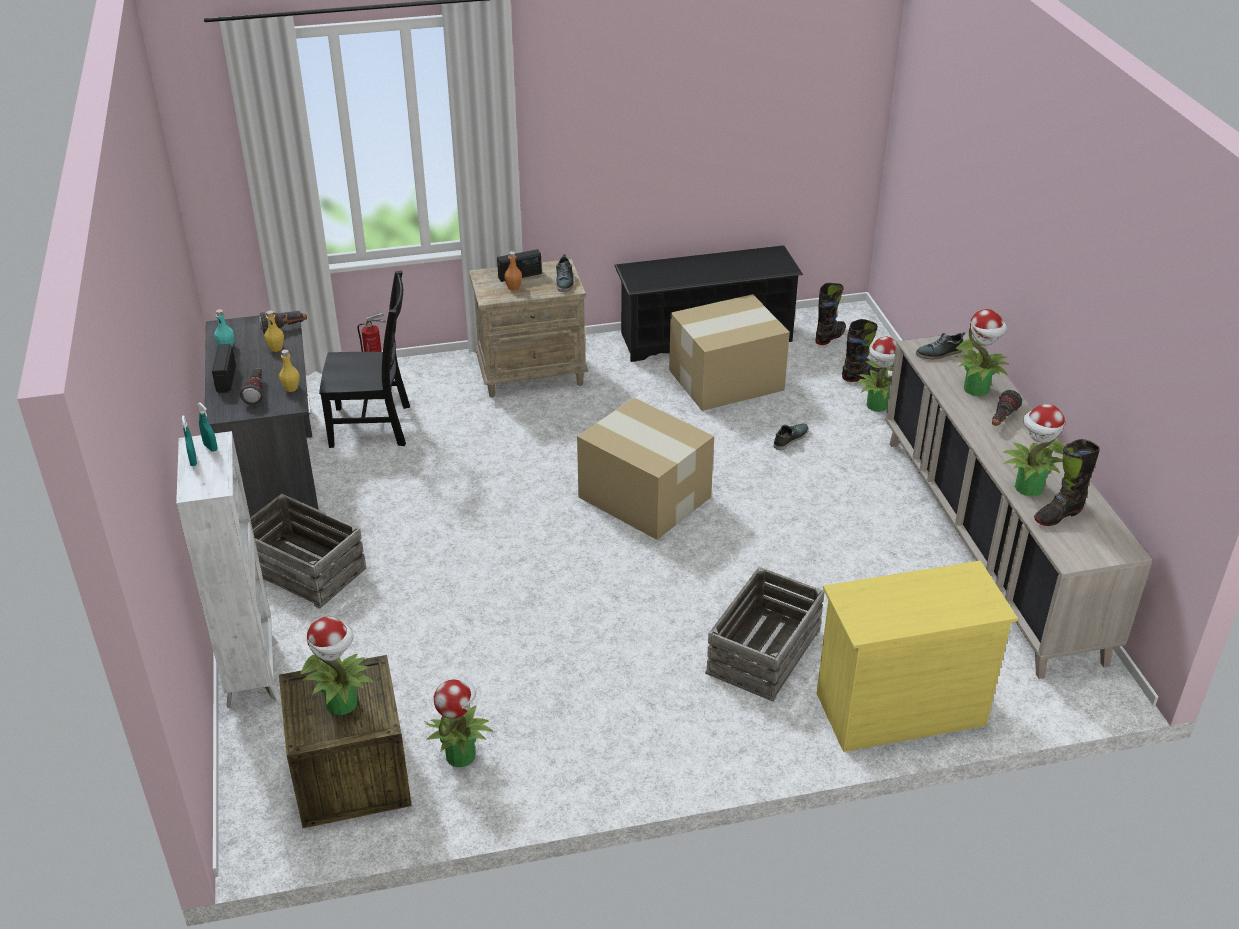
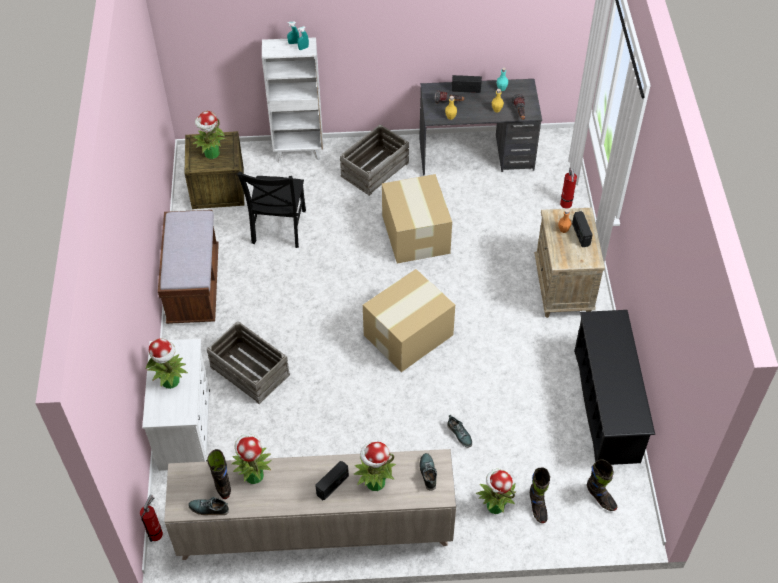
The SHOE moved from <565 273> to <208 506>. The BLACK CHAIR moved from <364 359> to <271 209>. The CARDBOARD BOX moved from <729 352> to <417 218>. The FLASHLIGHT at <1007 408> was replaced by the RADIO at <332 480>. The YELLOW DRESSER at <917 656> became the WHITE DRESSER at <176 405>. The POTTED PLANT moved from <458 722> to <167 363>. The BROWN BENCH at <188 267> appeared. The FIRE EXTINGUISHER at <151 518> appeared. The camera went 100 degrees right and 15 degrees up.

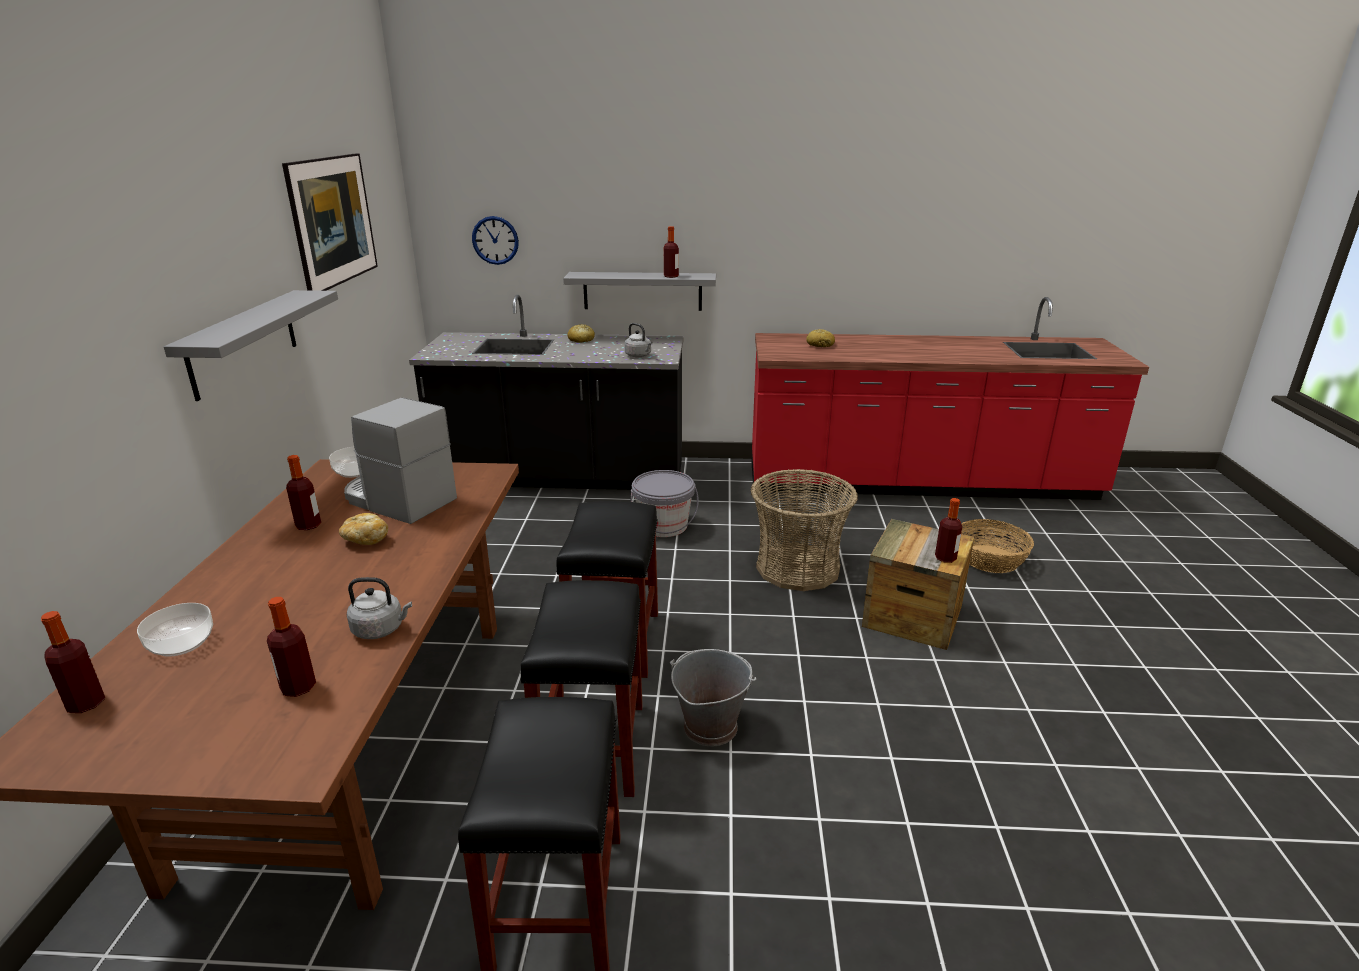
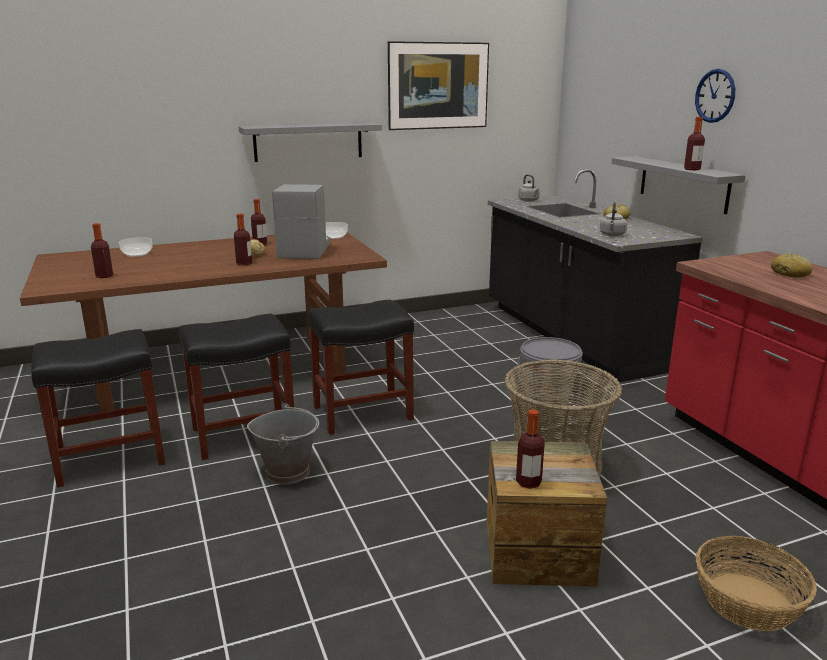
The WALL CLOCK moved from <495 240> to <715 96>. The GREY KETTLE moved from <379 608> to <529 188>. The BOTTLE moved from <73 662> to <243 240>. The camera went 65 degrees right and 5 degrees down.

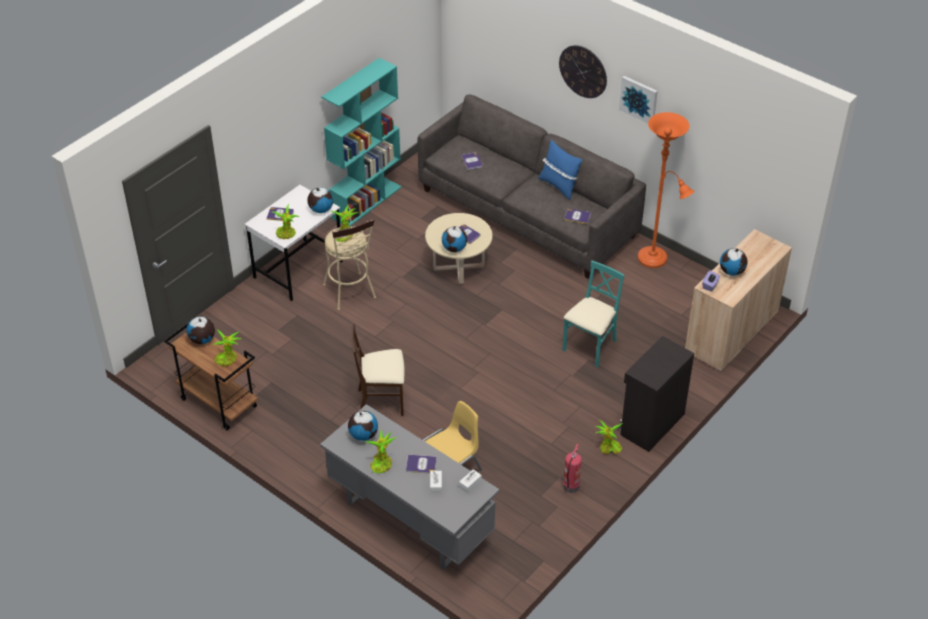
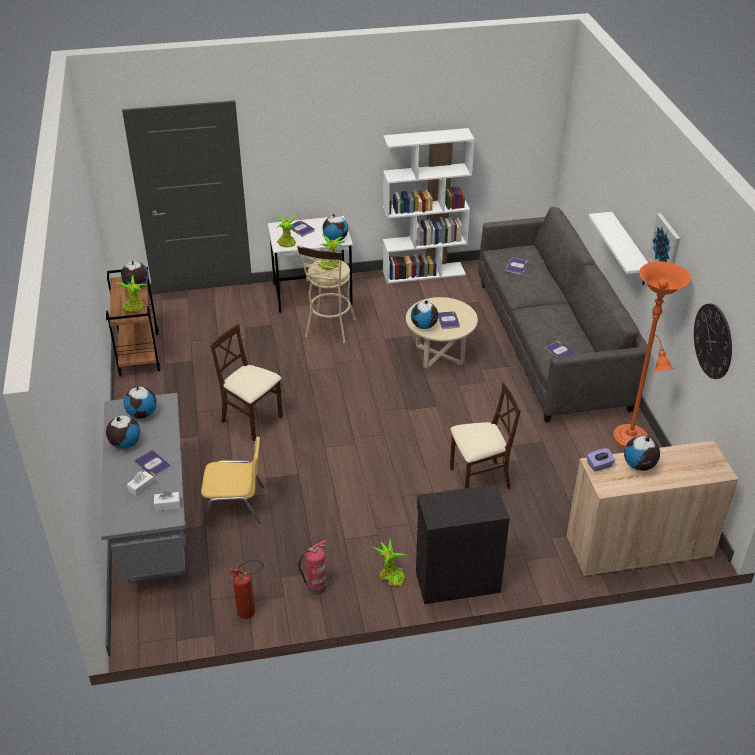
The WALL CLOCK moved from <583 71> to <713 341>. The TURQUOISE BOOKCASE at <361 142> became the WHITE BOOKCASE at <429 206>. The BLUE PILLOW at <560 169> disappeared. The TURQUOISE CHAIR at <593 314> became the BEIGE CHAIR at <485 435>. The POTTED PLANT at <380 451> was replaced by the GLOBE at <123 432>. The WHITE SHELF at <618 248> appeared. The FIRE EXTINGUISHER at <246 589> appeared. The camera went 40 degrees right and 5 degrees down.

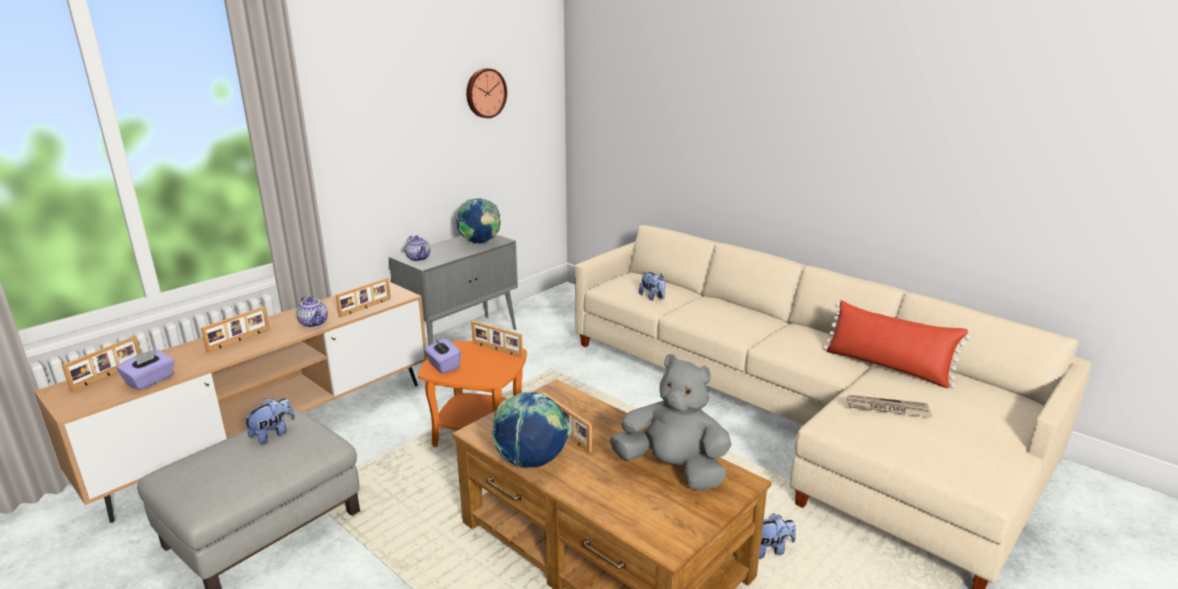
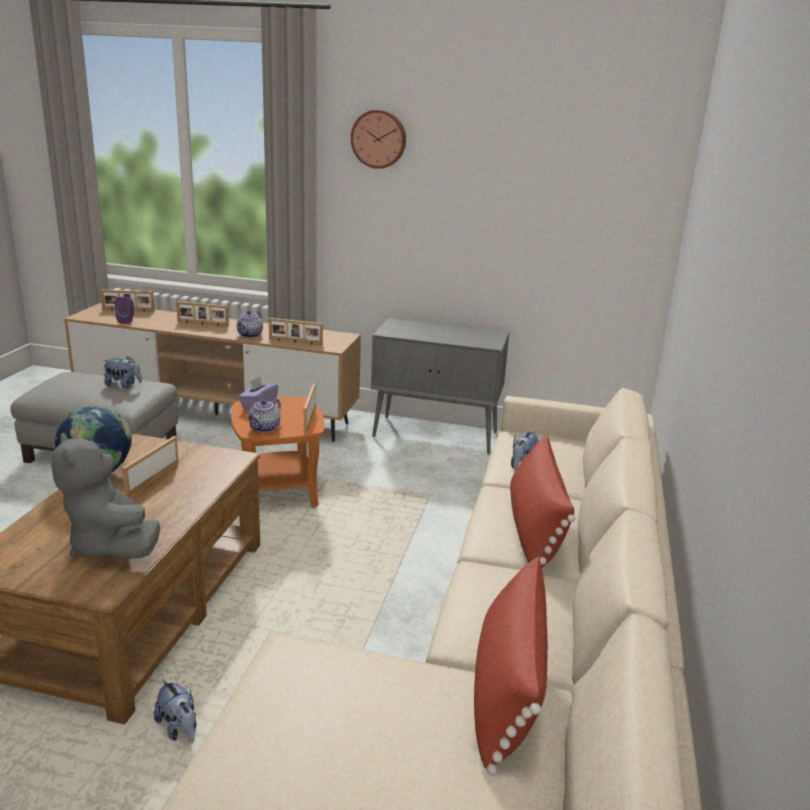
The WALL CLOCK moved from <486 93> to <378 139>. The GLOBE at <478 221> disappeared. The TEAPOT moved from <417 248> to <263 415>. The PURPLE TISSUE BOX at <146 369> was replaced by the PURPLE SPEAKER at <124 310>. The GREY PLUSH TOY at <671 422> turned 150 degrees clockwise. The NEWSPAPER at <889 406> disappeared. The RED PILLOW at <542 503> appeared. The camera went 60 degrees right and 0 degrees up.

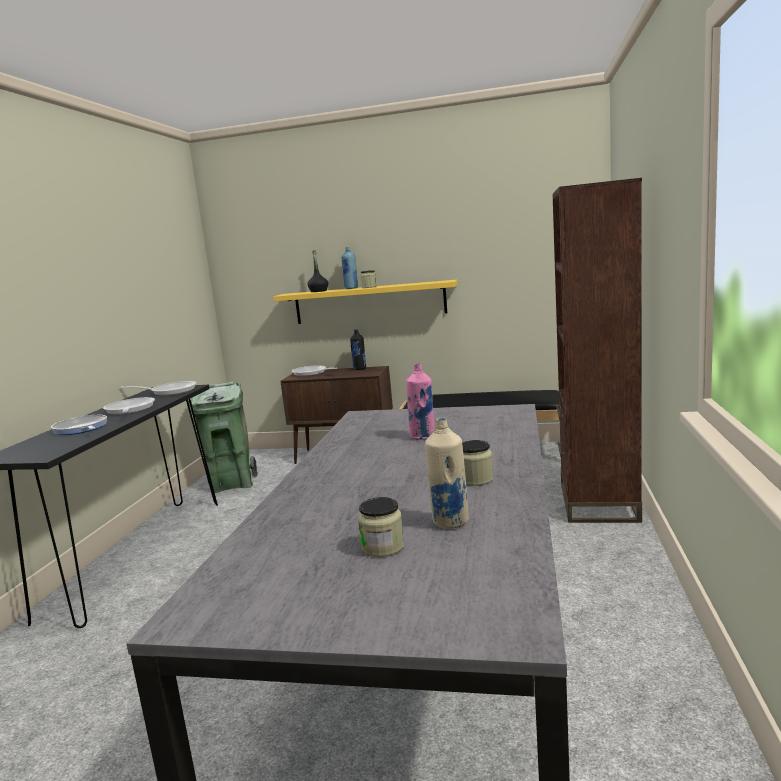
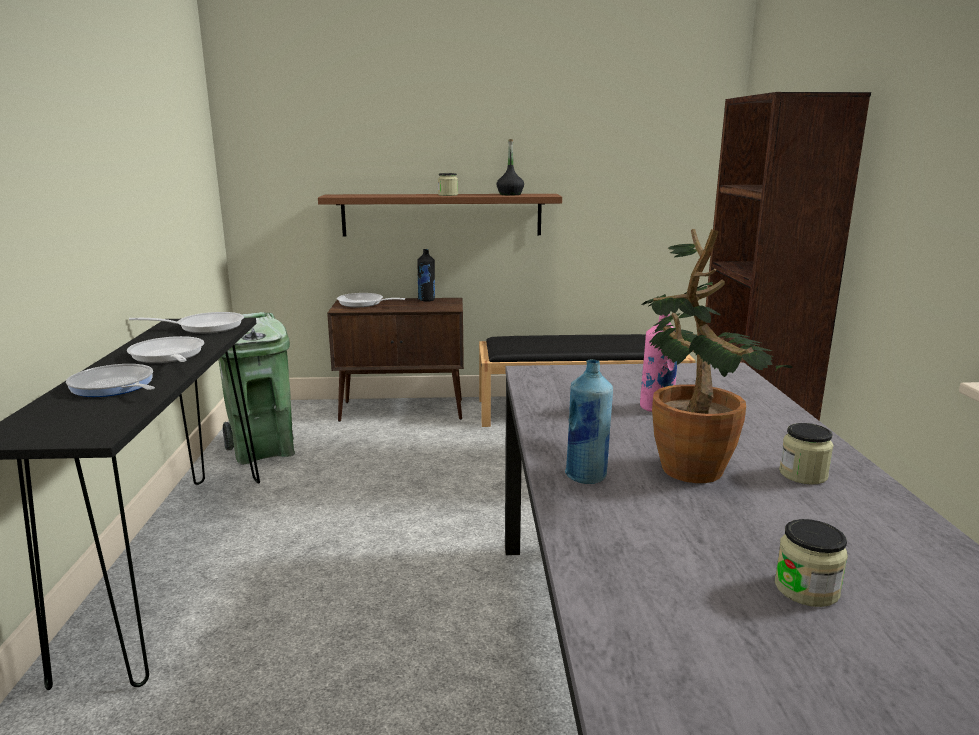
The BLUE BOTTLE moved from <350 268> to <589 421>. The BLACK BOTTLE moved from <317 271> to <510 167>. The YELLOW SHELF at <365 302> became the BROWN SHELF at <440 215>. The BEIGE BOTTLE at <447 473> disappeared. The POTTED PLANT at <716 356> appeared. The camera went 15 degrees left and 5 degrees up.

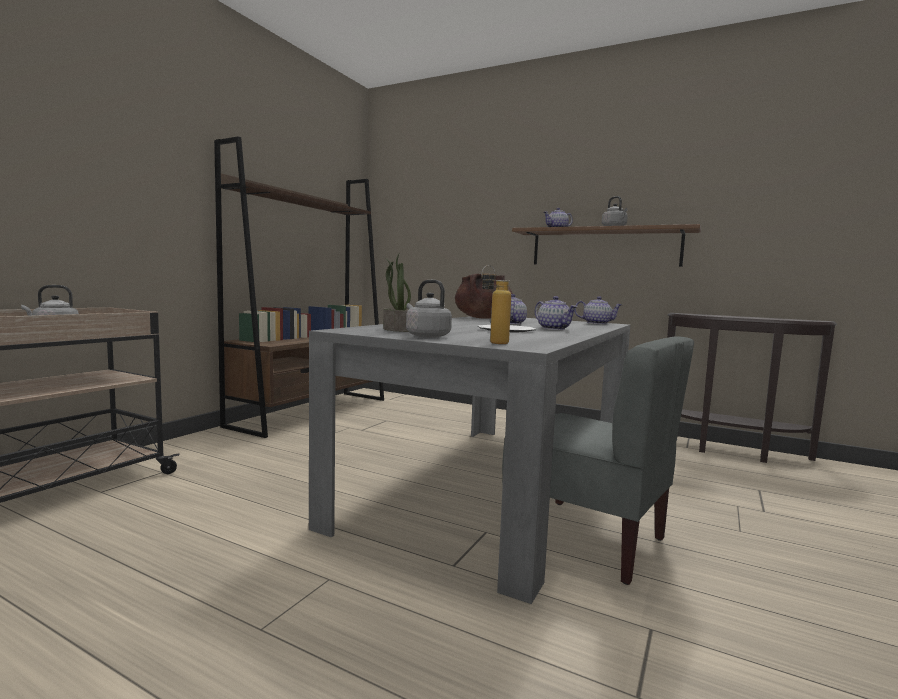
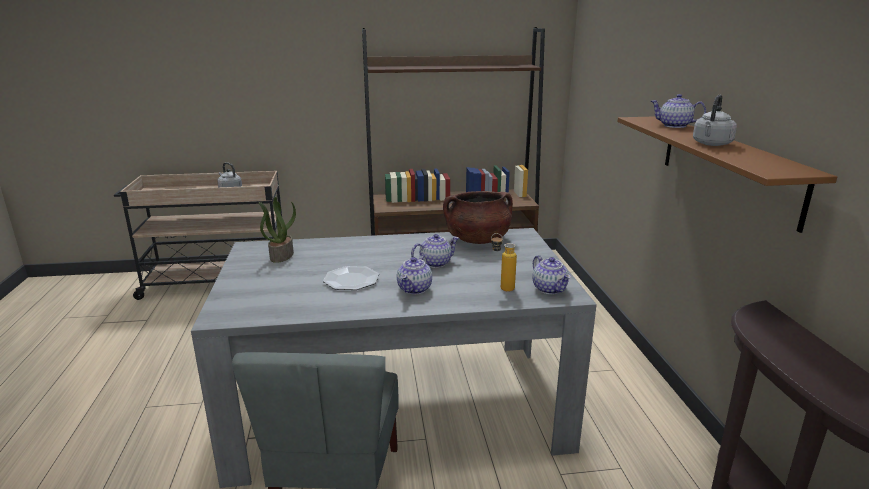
The BOTTLE moved from <496 304> to <504 262>. The GREY KETTLE at <429 309> disappeared. The camera went 55 degrees right and 15 degrees up.

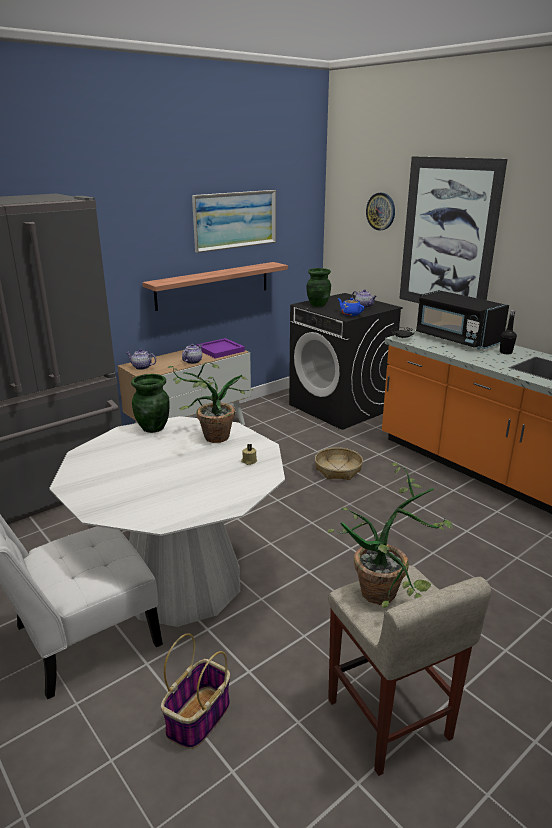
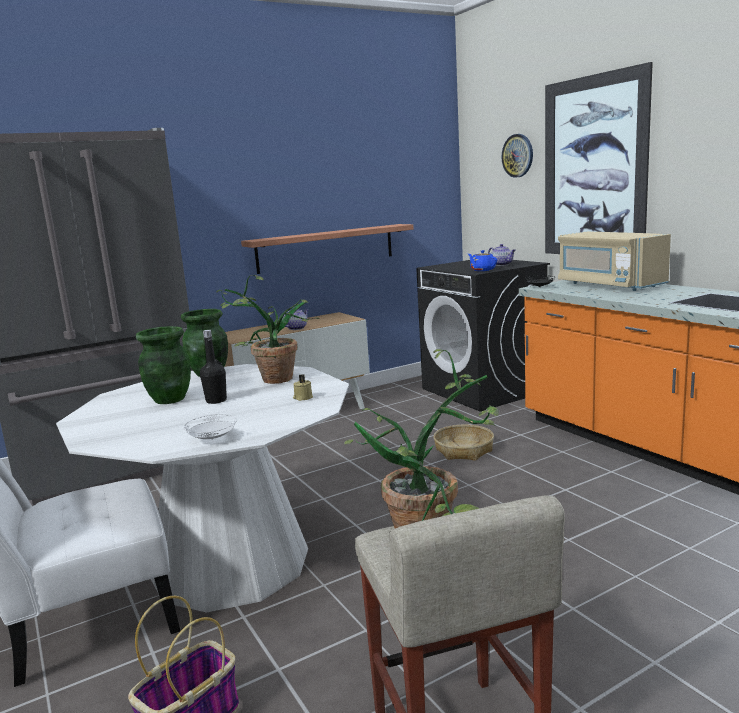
The PICTURE at <234 221> disappeared. The GREEN VASE moved from <319 287> to <163 365>. The BLACK MICROWAVE at <462 319> became the BEIGE MICROWAVE at <614 261>. The BLACK BOTTLE moved from <508 332> to <213 367>. The PURPLE TRAY at <220 348> disappeared. The TEAPOT at <141 359> disappeared. The WHITE PLATE at <210 427> appeared. The camera went 10 degrees right and 10 degrees down.

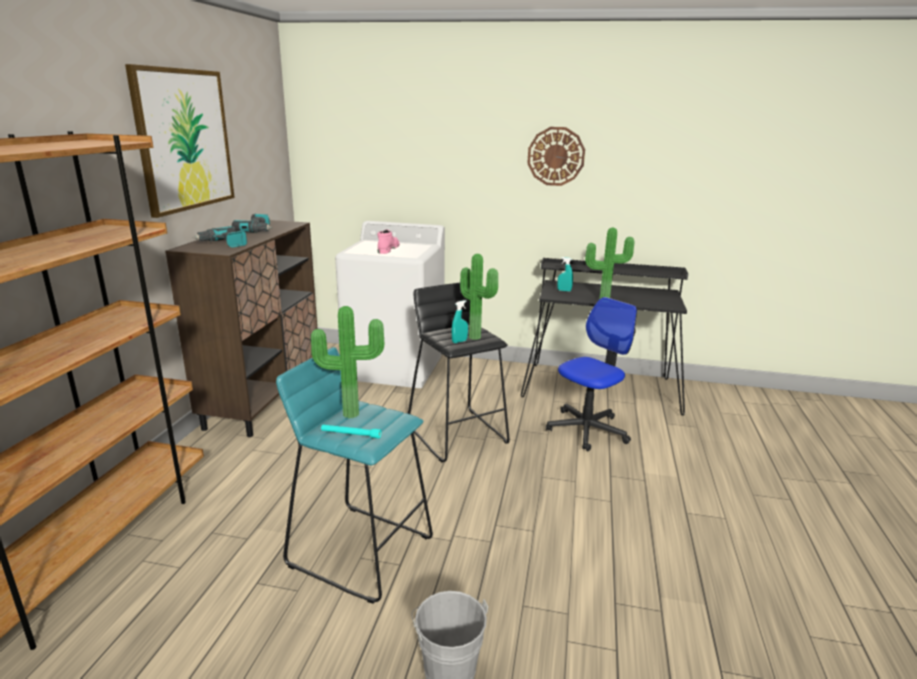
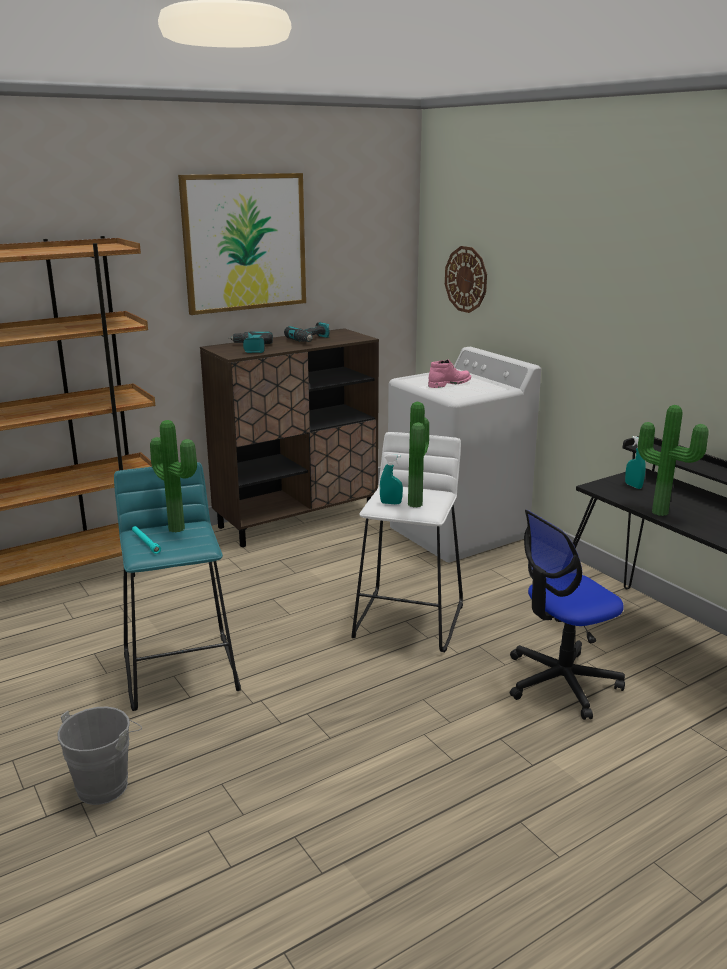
The WALL CLOCK moved from <556 156> to <466 279>. The BLACK STOOL at <459 372> became the WHITE STOOL at <407 542>. The OFFICE CHAIR at <591 374> turned 150 degrees clockwise. The camera went 45 degrees right and 0 degrees up.

